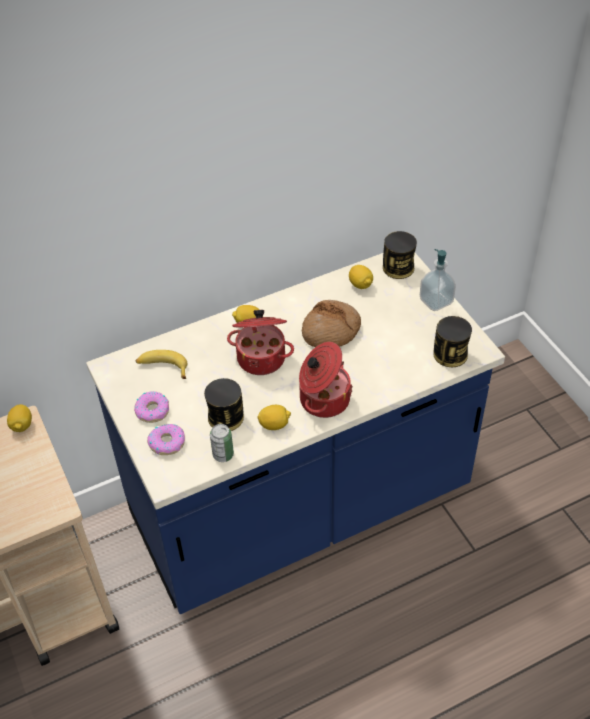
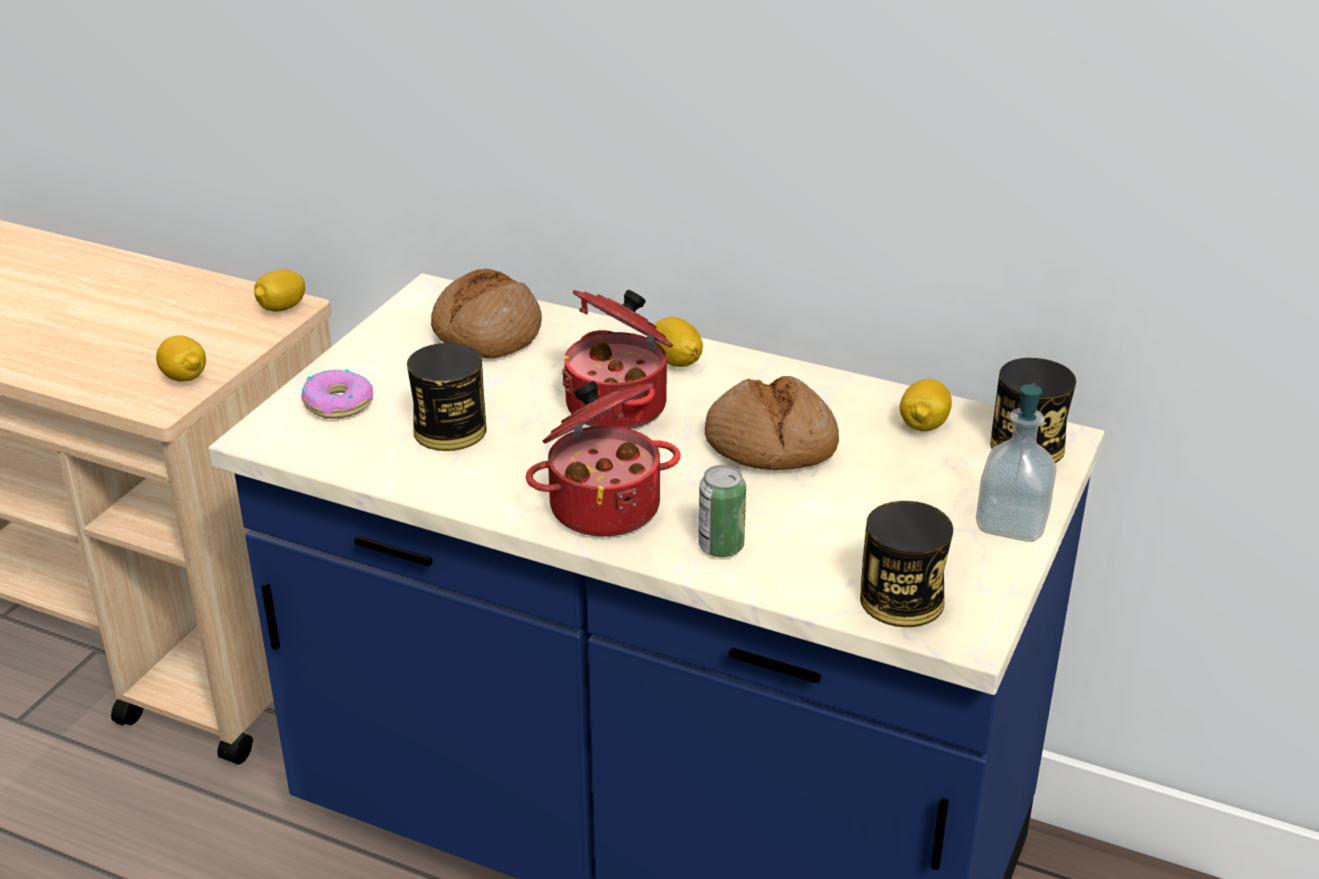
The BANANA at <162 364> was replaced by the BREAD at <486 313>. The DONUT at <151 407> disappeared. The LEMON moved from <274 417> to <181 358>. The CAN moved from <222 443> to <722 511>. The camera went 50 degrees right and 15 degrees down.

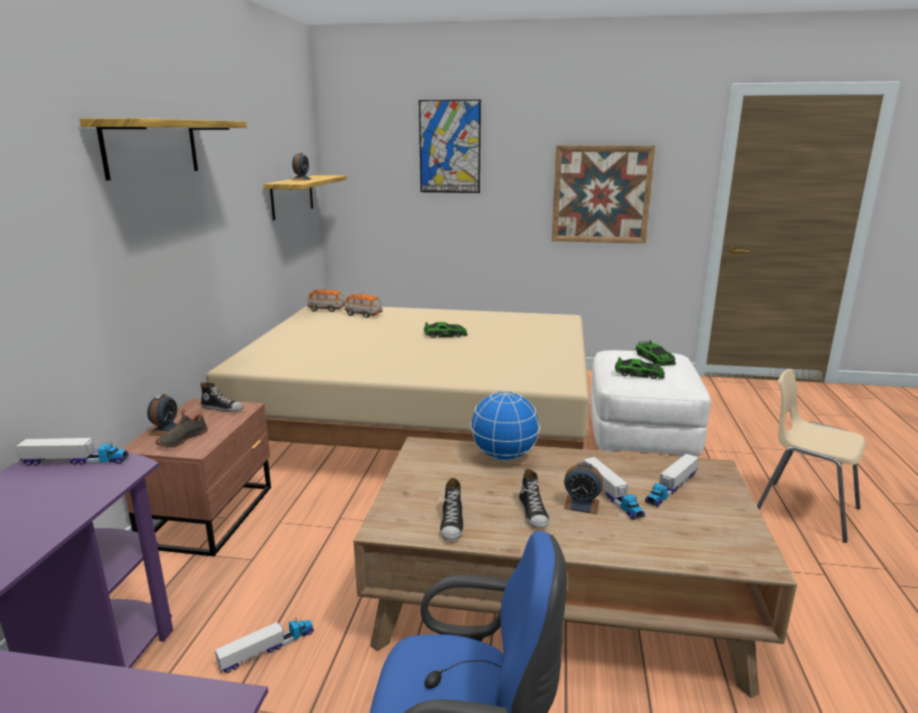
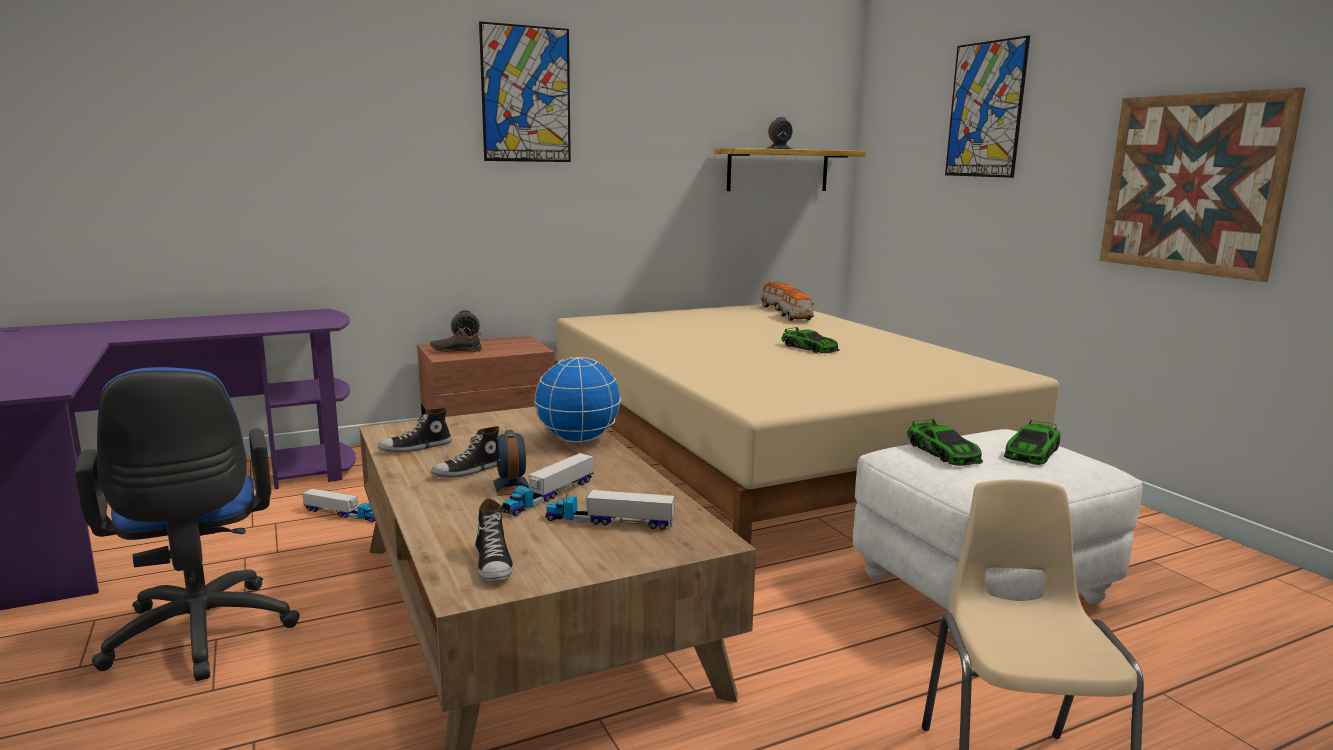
The SHELF at <163 149> was replaced by the PICTURE at <525 91>. The SHOE moved from <222 397> to <494 540>. The TOY TRUCK at <72 452> disappeared. The camera went 55 degrees right and 5 degrees down.

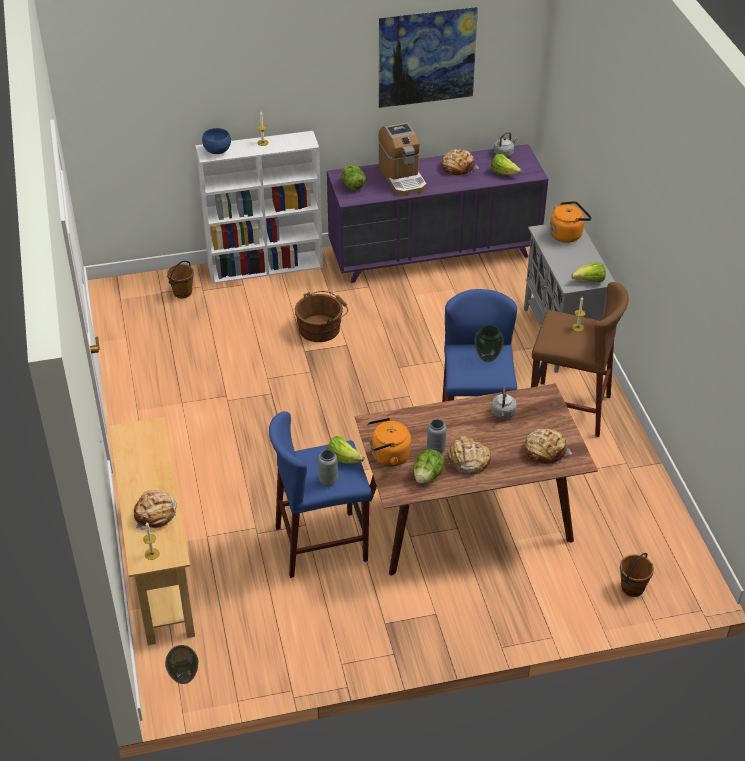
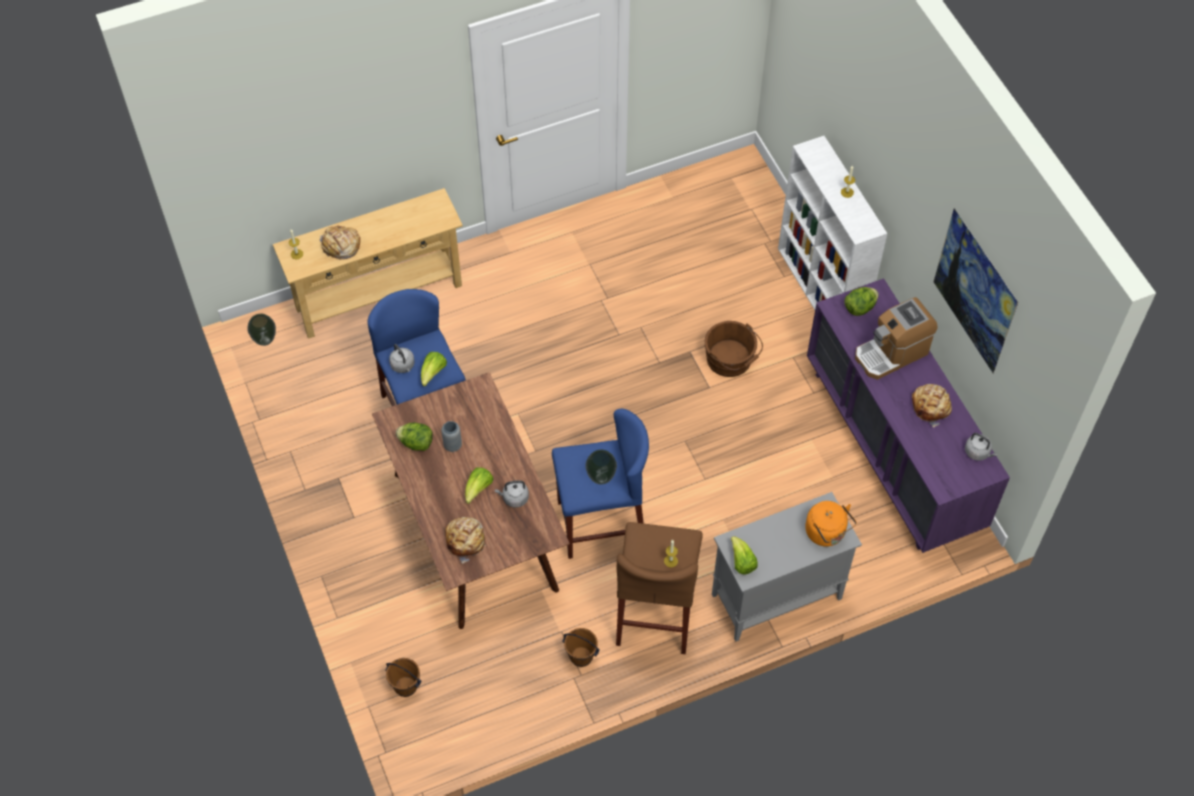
The BLUE BOWL at <216 141> disappeared. The LETTUCE moved from <506 164> to <479 486>. The BROWN BUCKET moved from <180 280> to <581 647>. The ORANGE KETTLE at <389 442> disappeared. The BREAD at <469 455> disappeared. The GREY VASE at <328 468> was replaced by the GREY KETTLE at <402 358>. The camera went 80 degrees right and 15 degrees up.

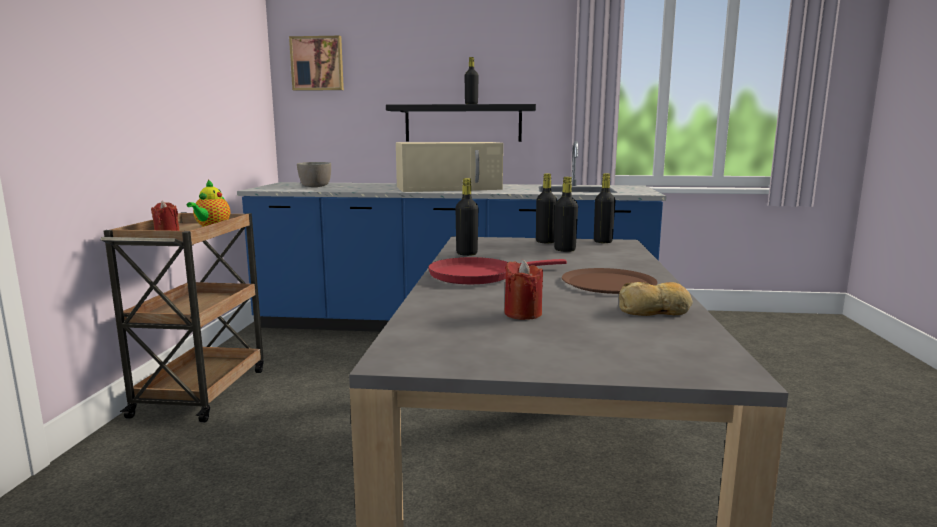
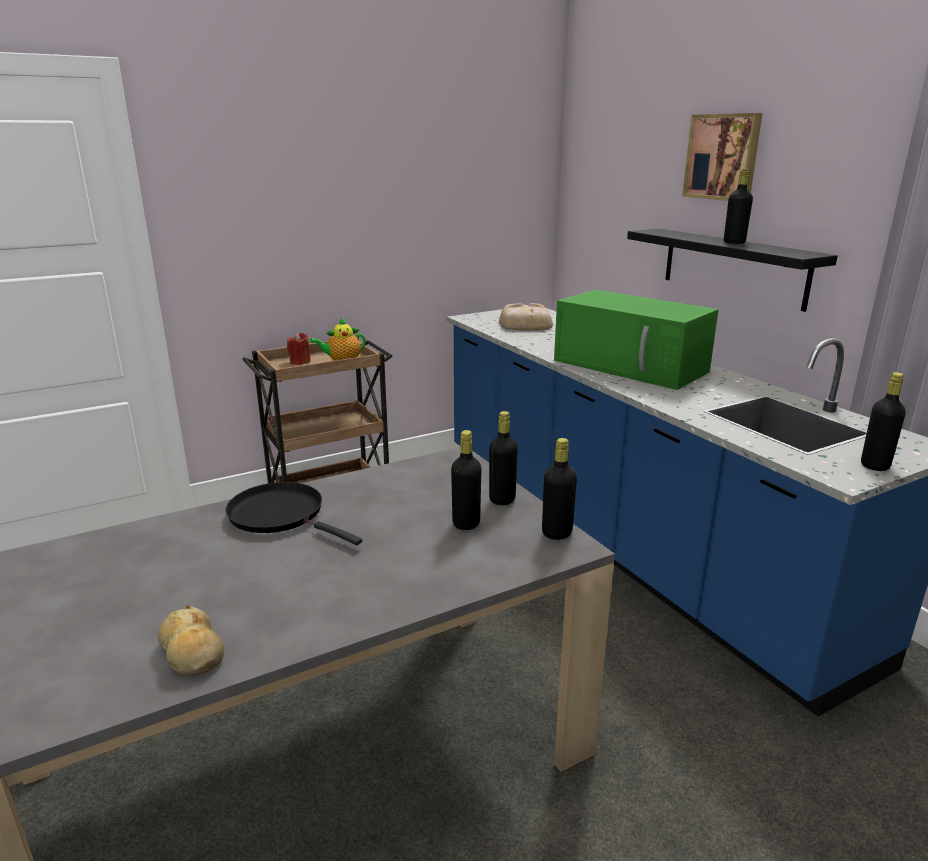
The PICTURE moved from <316 63> to <722 157>. The BEIGE MICROWAVE at <449 167> became the GREEN MICROWAVE at <636 340>. The GREY BOWL at <314 174> was replaced by the BREAD at <526 316>. The BLACK BOTTLE moved from <466 217> to <883 421>. The RED FRYING PAN at <497 270> became the BLACK FRYING PAN at <294 513>. The RED CANDLE at <523 290> disappeared. The BROWN PLATE at <609 281> disappeared. The camera went 55 degrees right and 10 degrees up.

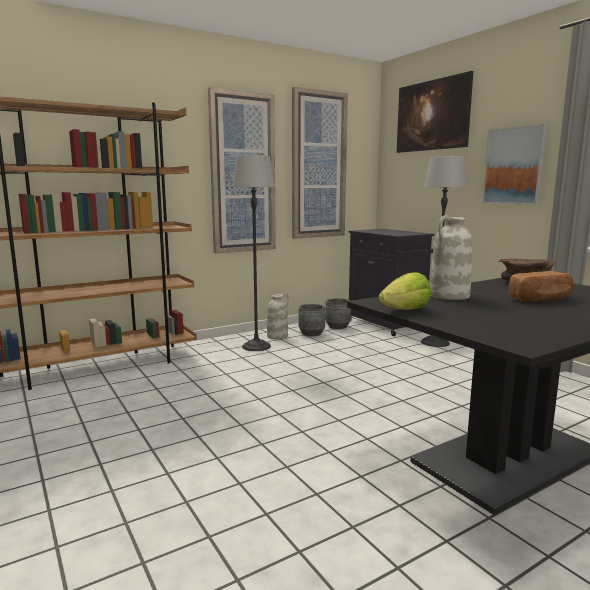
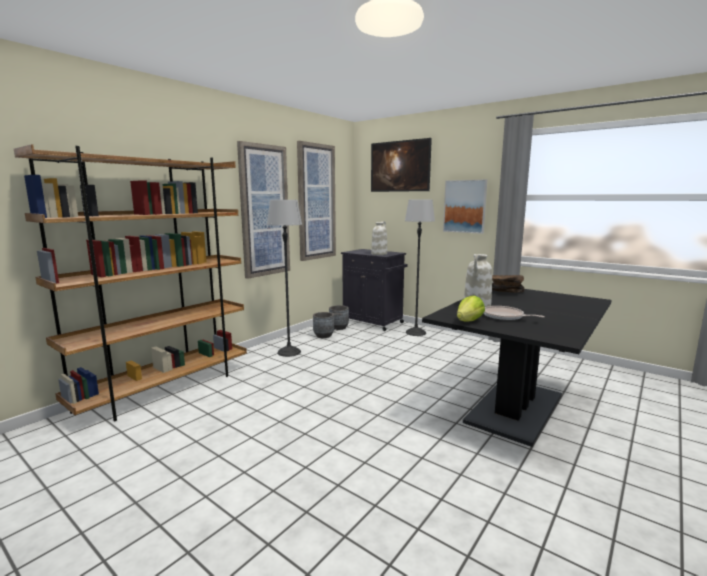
The BREAD at <541 286> disappeared. The WHITE VASE moved from <278 316> to <379 238>. The FRYING PAN at <514 313> appeared. The camera went 20 degrees left and 0 degrees up.

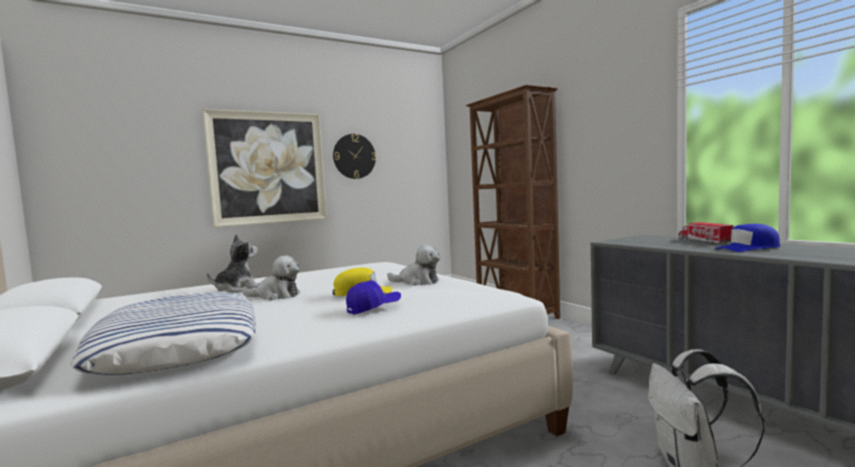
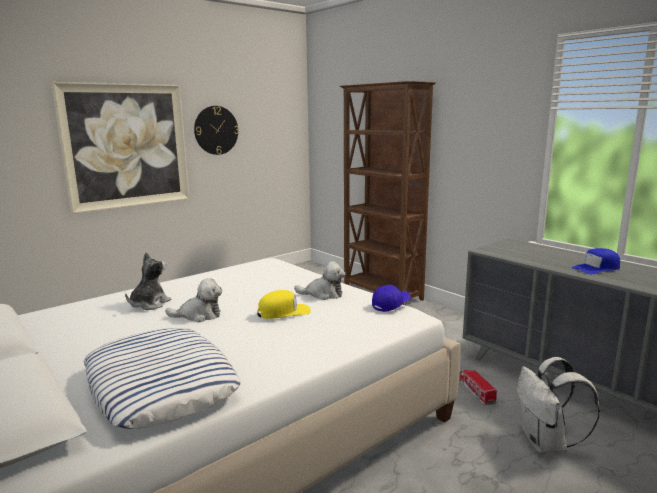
The TOY TRUCK moved from <706 233> to <478 387>. The BLUE CAP moved from <373 297> to <391 298>. The camera went 10 degrees left and 10 degrees up.

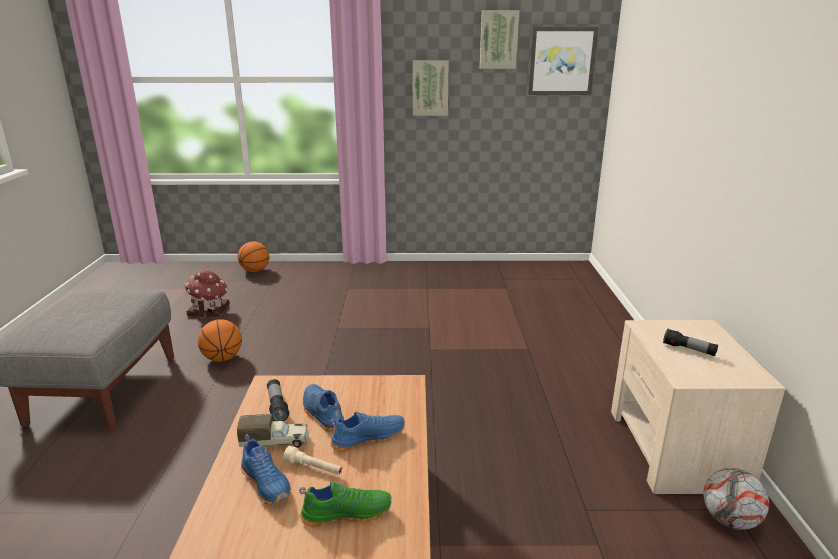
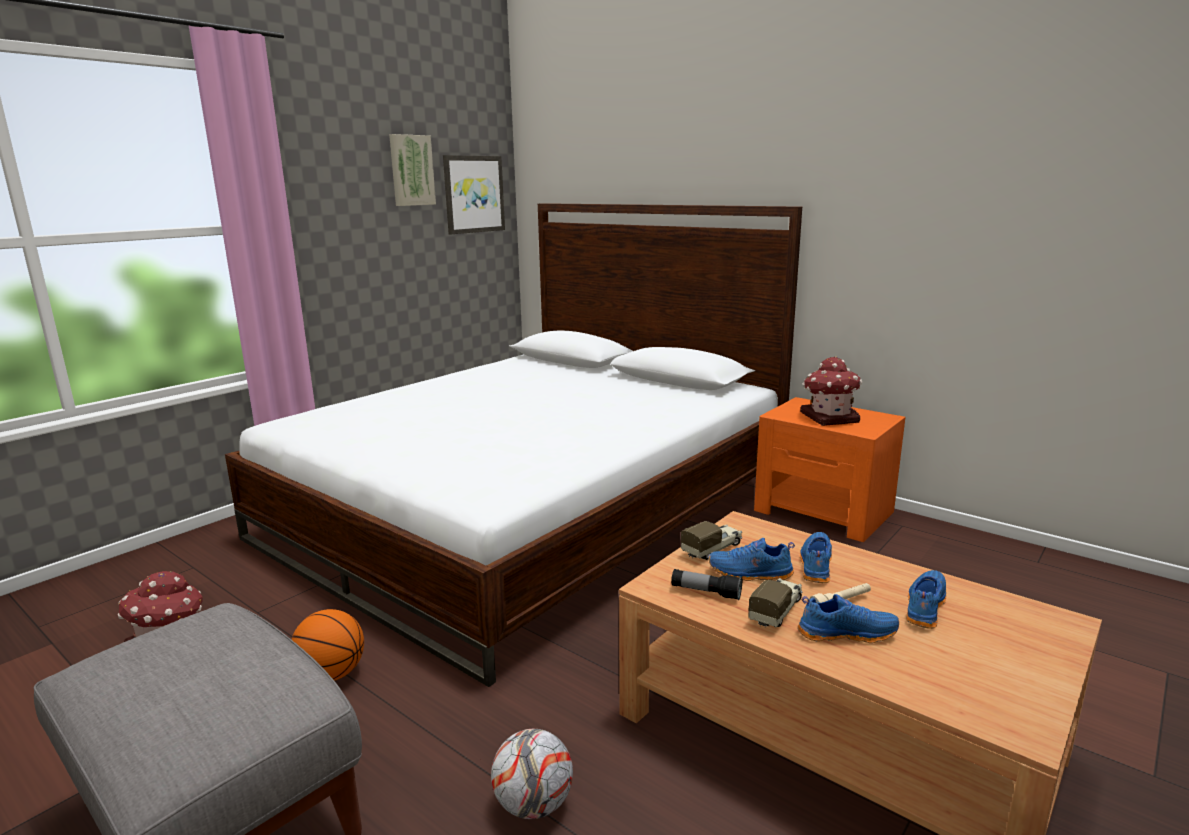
The PICTURE at <431 88> disappeared. The BASKETBALL at <253 257> disappeared. The BEIGE NIGHTSTAND at <698 407> became the ORANGE NIGHTSTAND at <829 469>. The FLASHLIGHT at <690 342> was replaced by the TOY HOUSE at <831 391>. The FOOTBALL moved from <736 499> to <532 774>. The GREEN SHOE at <345 505> became the BLUE SHOE at <926 599>. The BED at <513 445> appeared. The TOY TRUCK at <711 540> appeared. The camera went 50 degrees left and 5 degrees down.

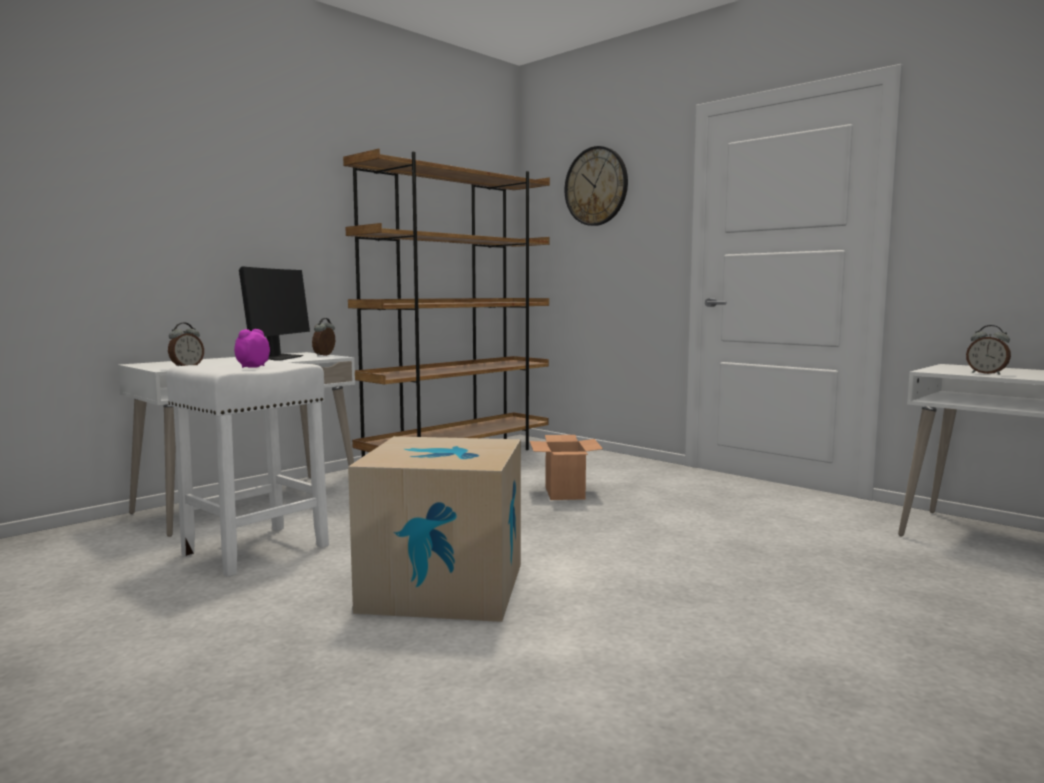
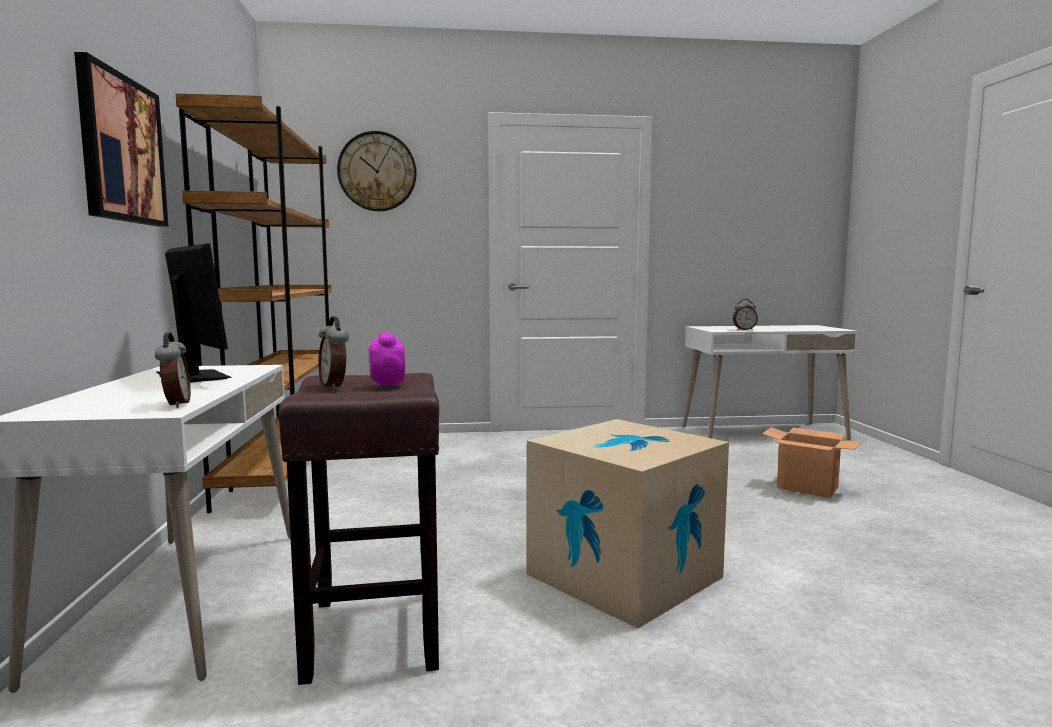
The ALARM CLOCK moved from <323 337> to <333 353>. The WHITE STOOL at <247 468> became the BROWN STOOL at <359 529>. The CARDBOARD BOX moved from <566 467> to <811 462>. The PICTURE at <121 139> appeared. The camera went 50 degrees left and 0 degrees up.

